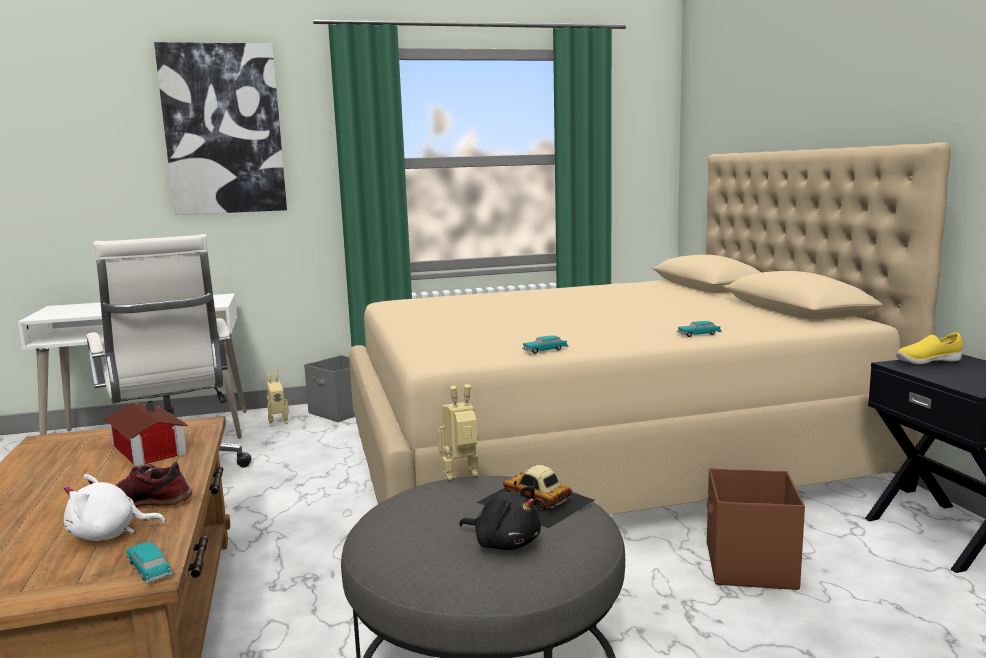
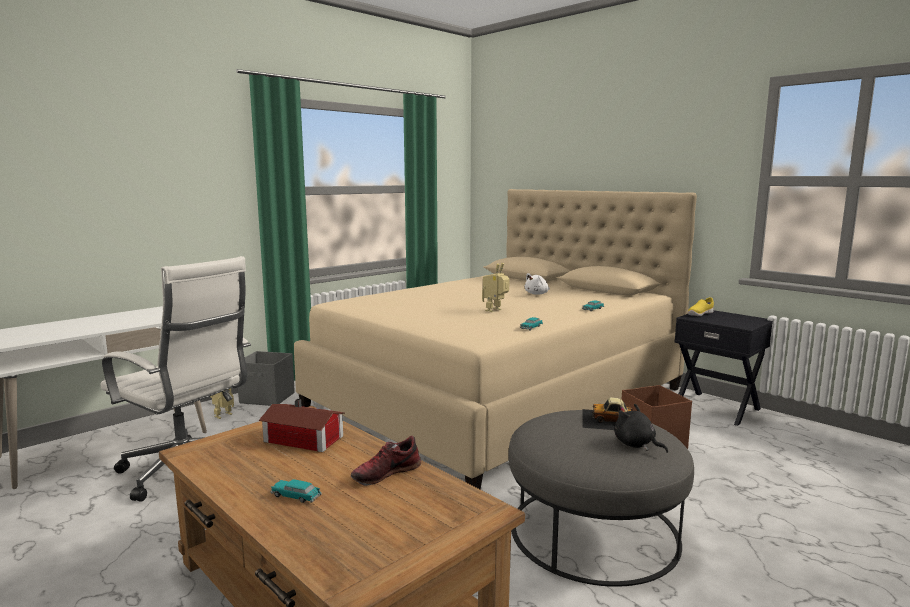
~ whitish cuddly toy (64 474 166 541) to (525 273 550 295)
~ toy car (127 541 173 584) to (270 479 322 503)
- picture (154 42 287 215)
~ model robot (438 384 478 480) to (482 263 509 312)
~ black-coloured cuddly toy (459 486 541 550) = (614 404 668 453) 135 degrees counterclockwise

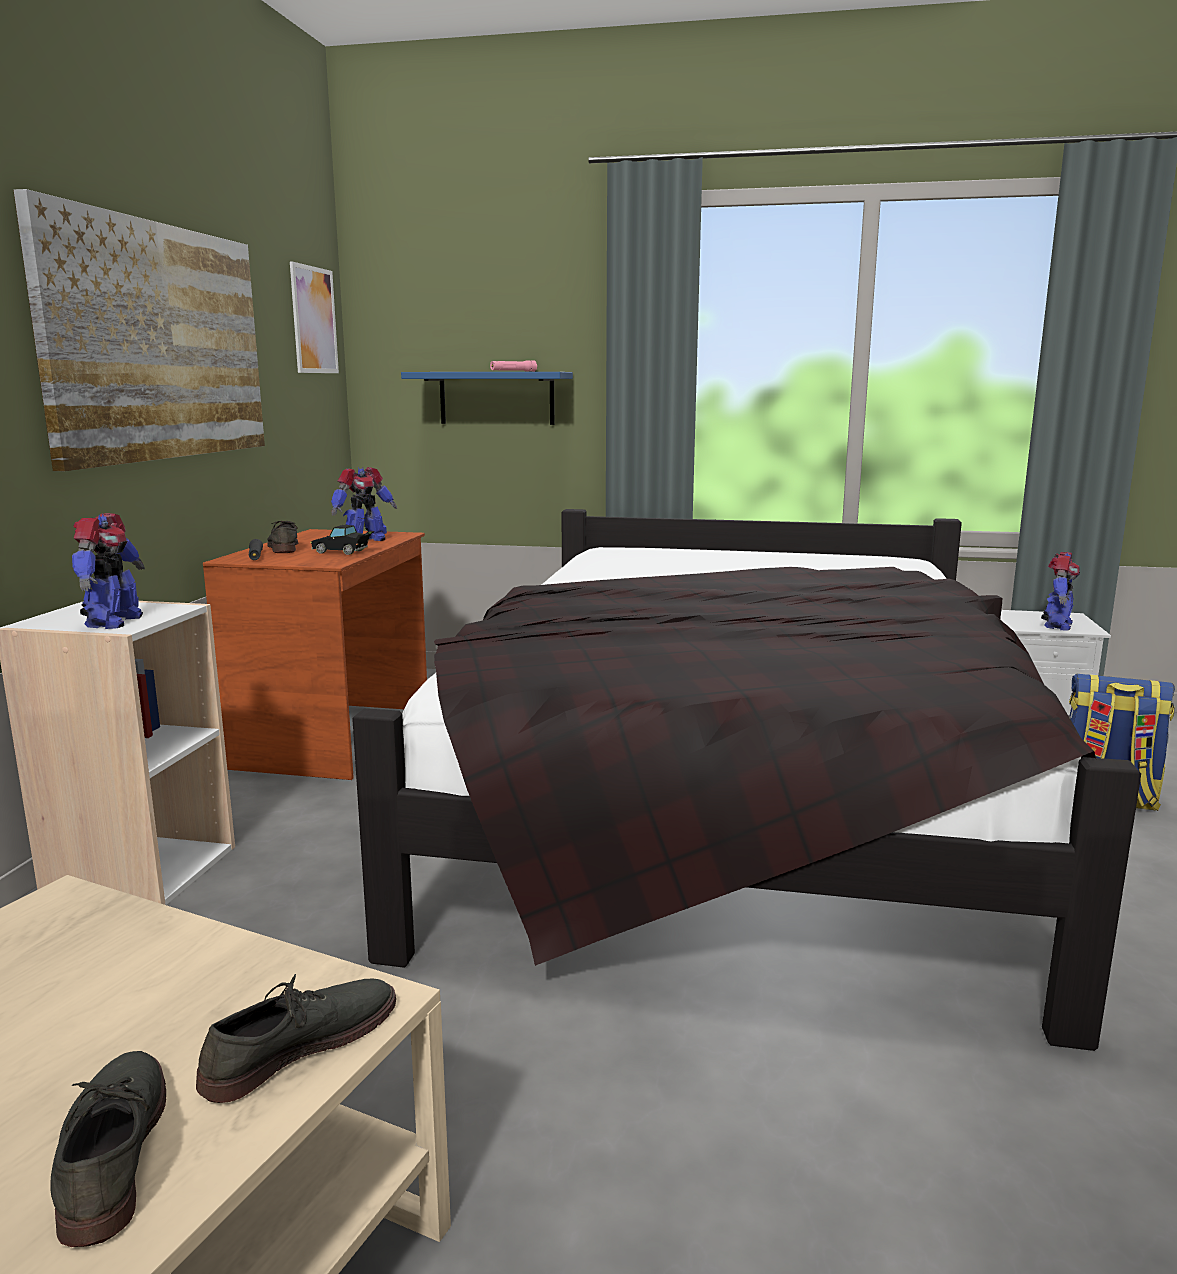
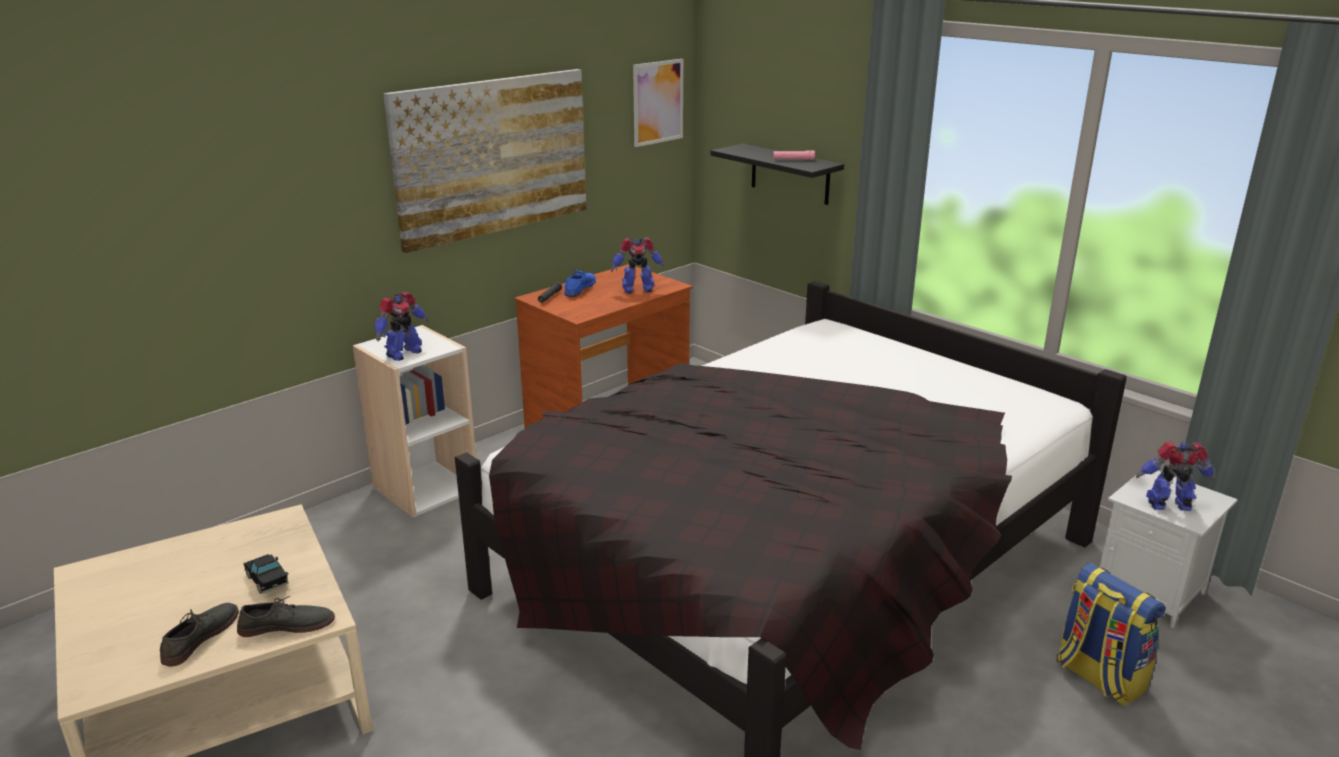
~ greyish shoe (267 521 298 553) to blue shoe (564 270 596 297)
~ black-coloured toy car (310 525 375 555) to (243 554 288 594)
~ blue shelf (401 372 573 425) to black-coloured shelf (710 144 844 205)
~ model robot (1041 552 1080 631) = (1136 441 1214 511) 150 degrees counterclockwise

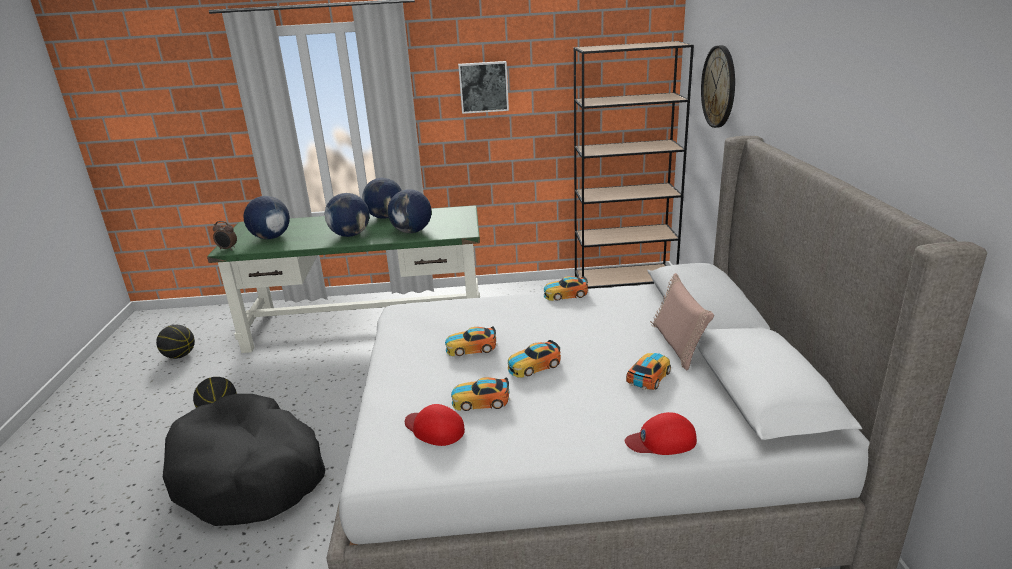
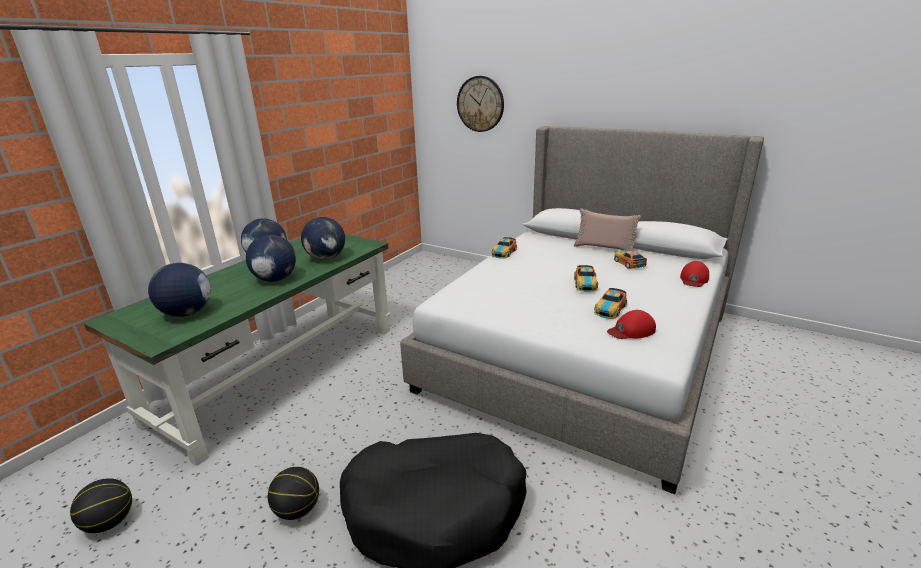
- table clock (213 221 237 250)
- toy car (445 326 498 356)
- picture (458 61 509 114)
- beige-coloured shelving unit (574 41 694 289)

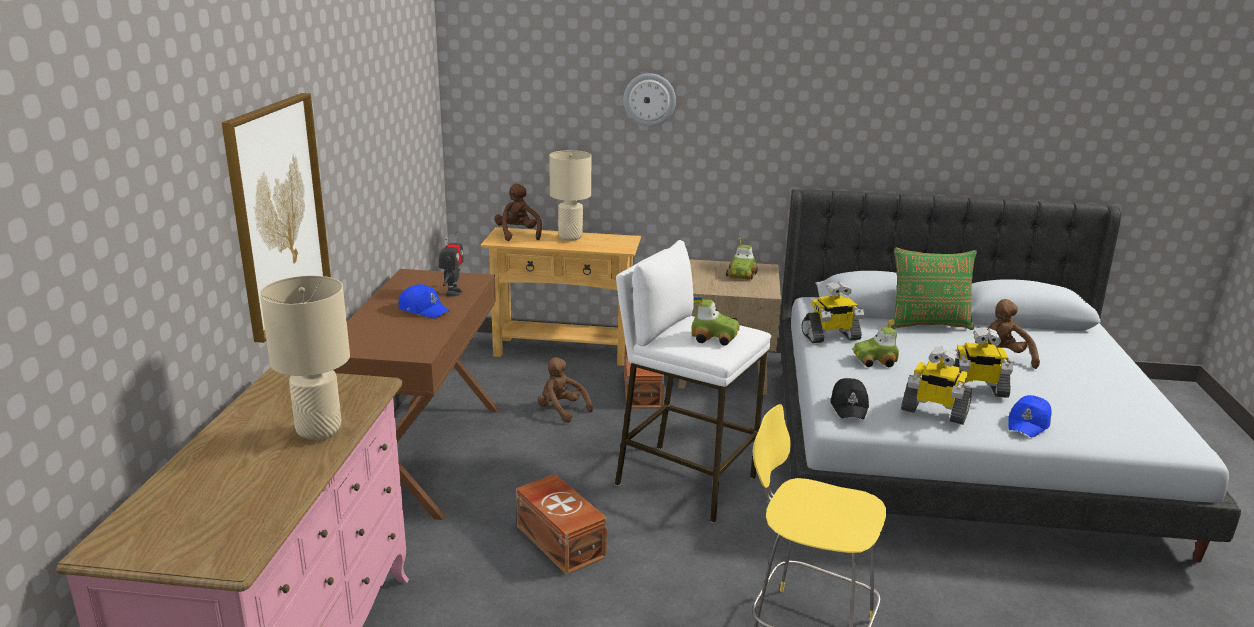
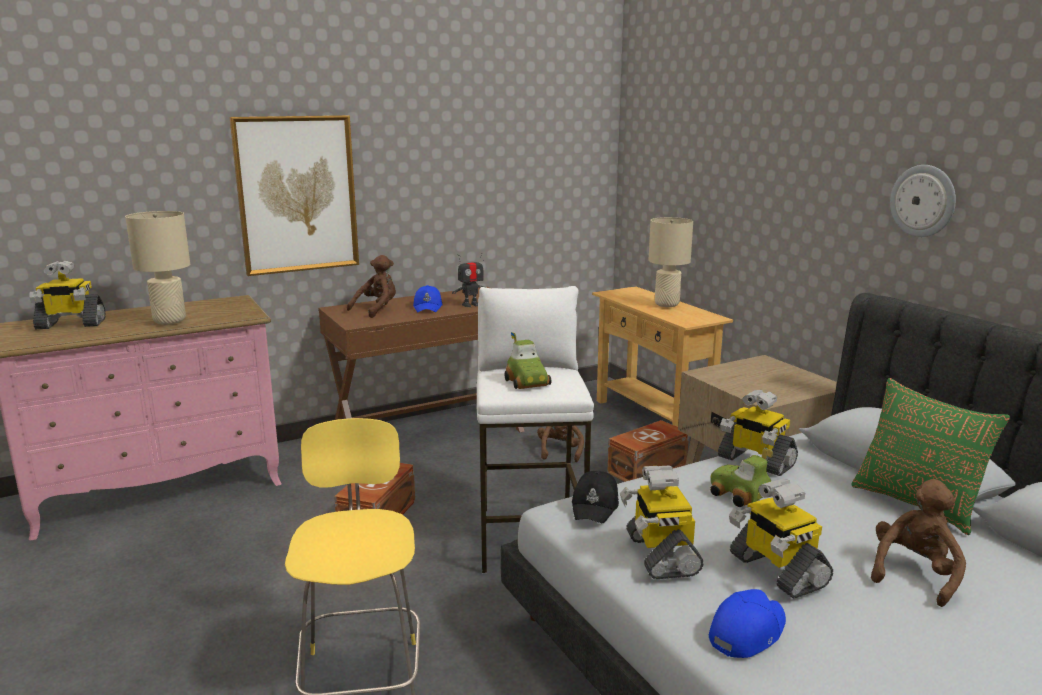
~ brown-coloured cuddly toy (494 184 542 241) to (347 255 396 318)
~ hanging clock (624 73 676 126) to (890 165 956 237)
- toy car (726 237 758 280)
~ black-coloured cap (831 378 869 420) = (572 471 619 523) 45 degrees counterclockwise
~ blue cap (1008 395 1052 437) = (709 589 786 658) 135 degrees clockwise
+ model robot (29 261 106 329)

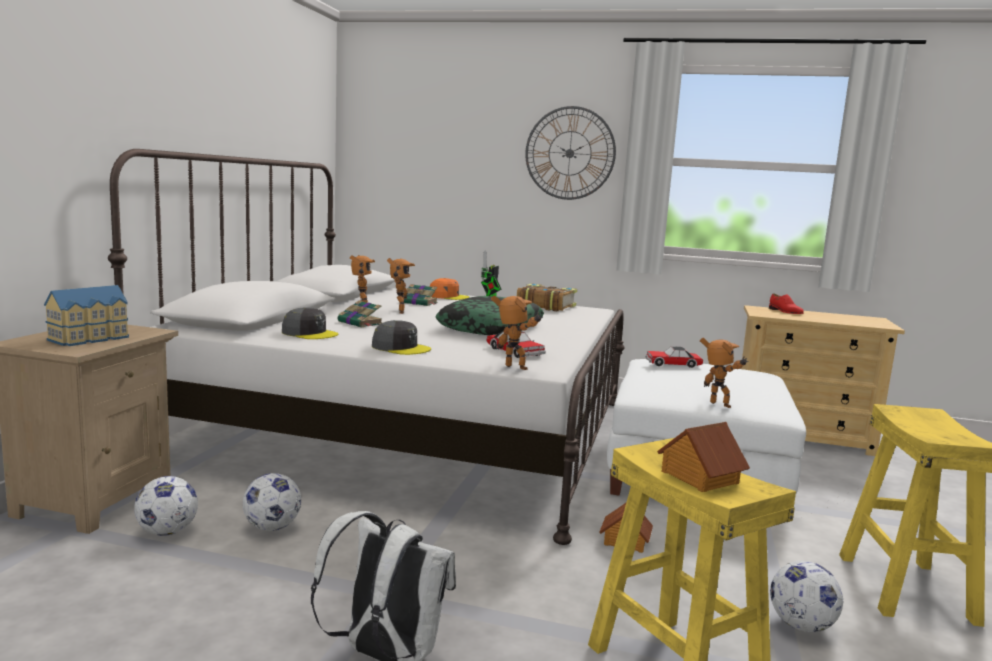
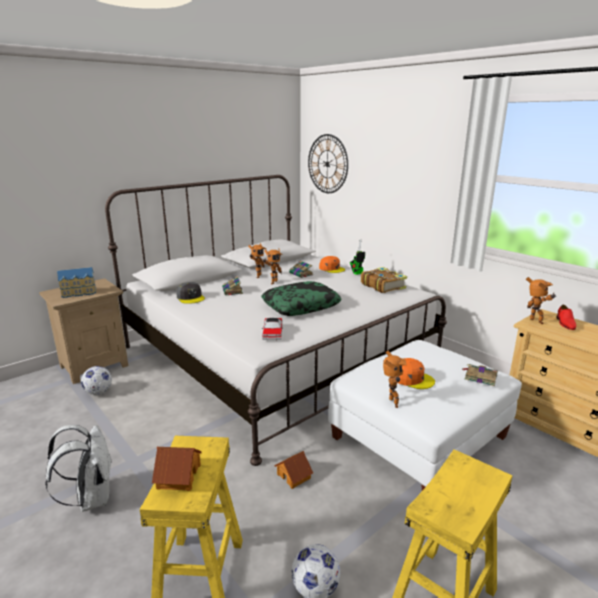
- ball for football (243 473 301 531)
- greyish cap (372 320 431 355)
~ model robot (491 295 543 370) to (526 277 556 324)
~ hanging clock (525 106 616 200) to (308 134 348 193)
- toy car (645 346 703 368)
+ orangey cap (399 358 435 389)
+ volume (462 364 498 386)

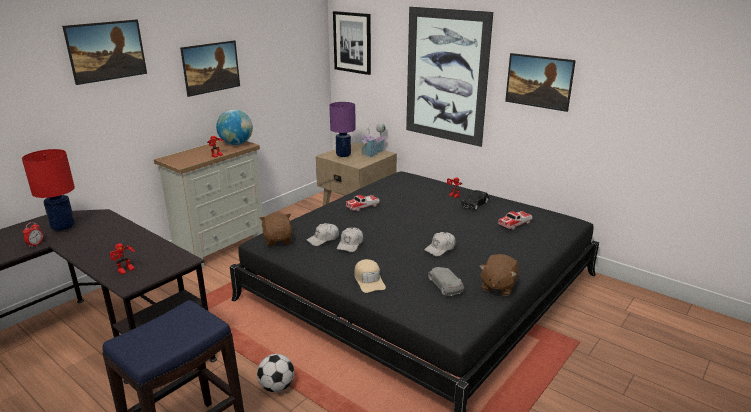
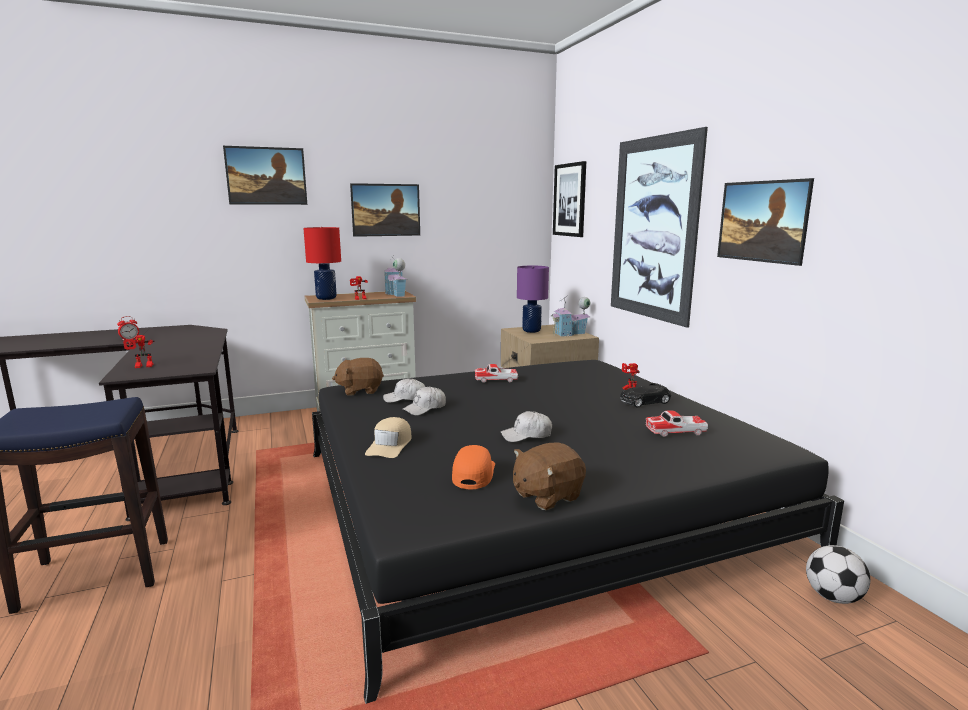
~ reddish table lamp (22 149 75 231) to (303 227 341 300)
~ desk globe (216 109 253 145) to toy house (384 254 407 297)
~ ball for football (257 354 294 392) to (806 545 870 604)
~ brown-coloured cuddly toy (260 213 293 246) = (332 358 384 396) 120 degrees counterclockwise
~ greyish toy car (428 267 464 296) to orangey cap (452 445 495 489)

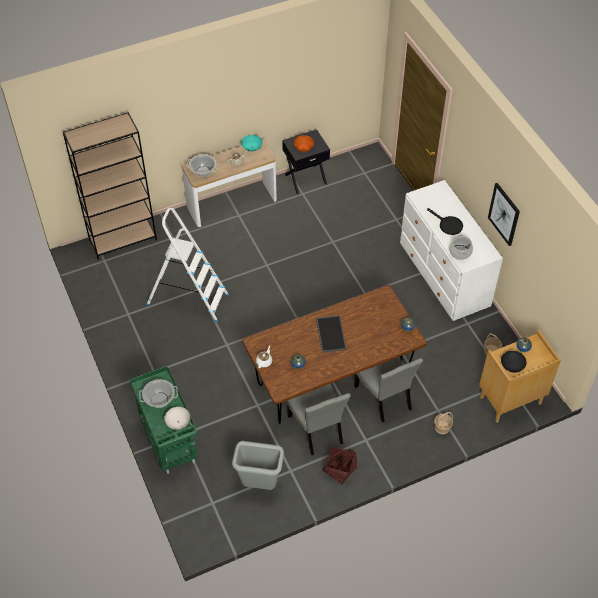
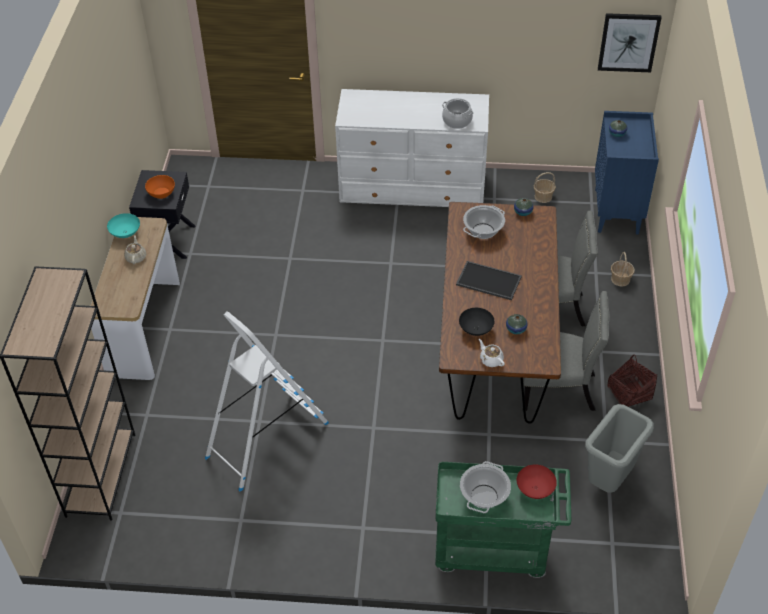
~ whitish serving bowl (164 407 191 430) to reddish serving bowl (517 464 557 499)
~ stockpot (186 154 219 177) to (463 205 505 239)
- black-coloured frying pan (427 208 463 235)
~ brown-coloured storage cabinet (479 330 561 423) to blue storage cabinet (595 111 659 234)
~ picture (488 183 520 246) to (598 13 662 72)
~ black-coloured serving bowl (501 351 527 372) to (459 308 495 336)

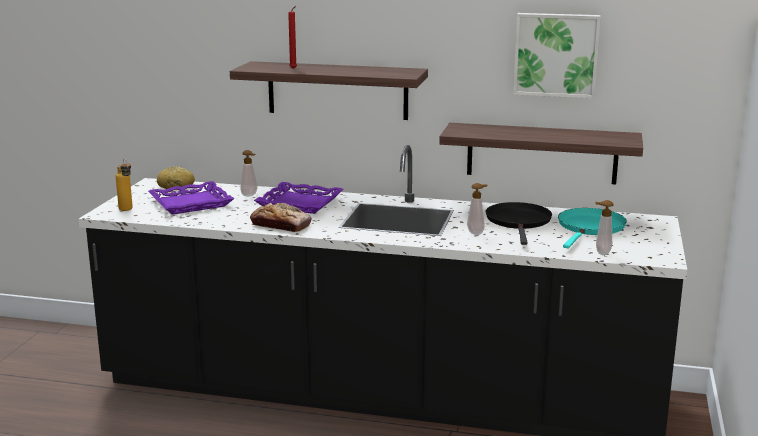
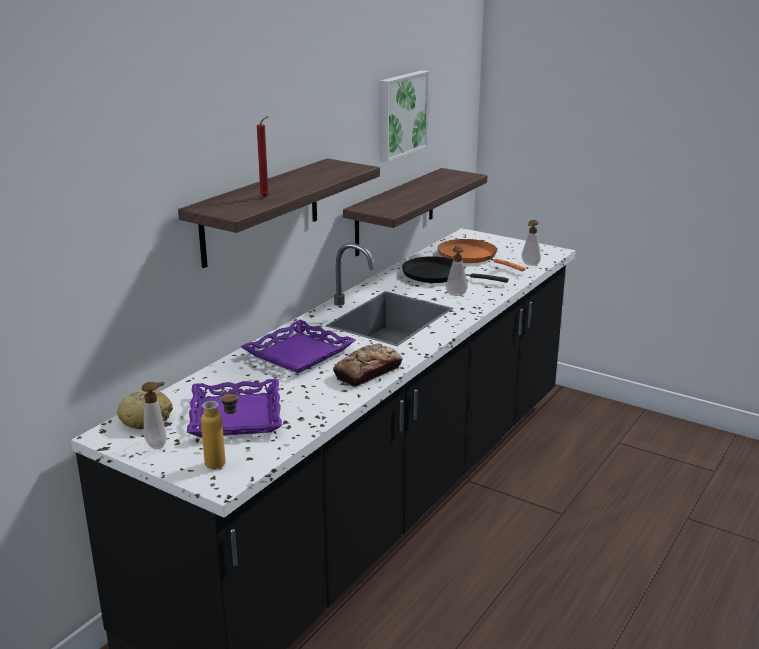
~ soap dispenser (241 150 258 197) to (142 381 166 449)
~ blue-green frying pan (558 208 627 248) to orangey frying pan (438 239 525 271)

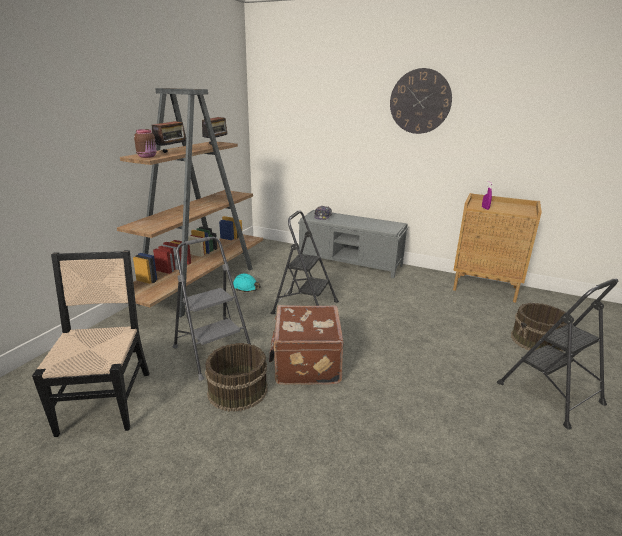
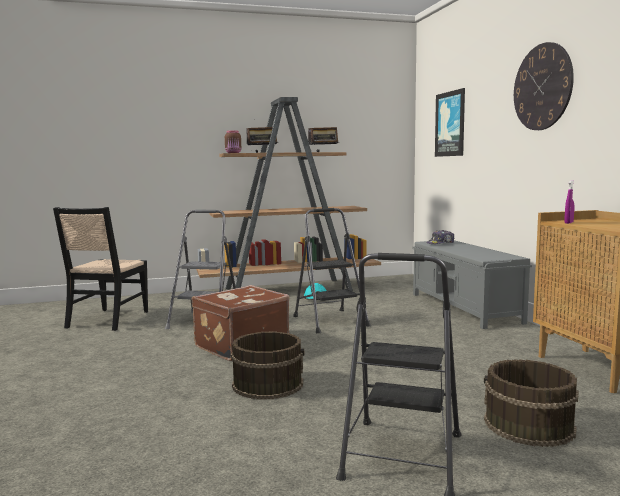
~ upright chair (32 250 150 437) = (53 207 148 331) 150 degrees clockwise
~ brown-coloured pail (205 343 268 412) to (231 332 304 400)
+ picture (435 88 465 157)

